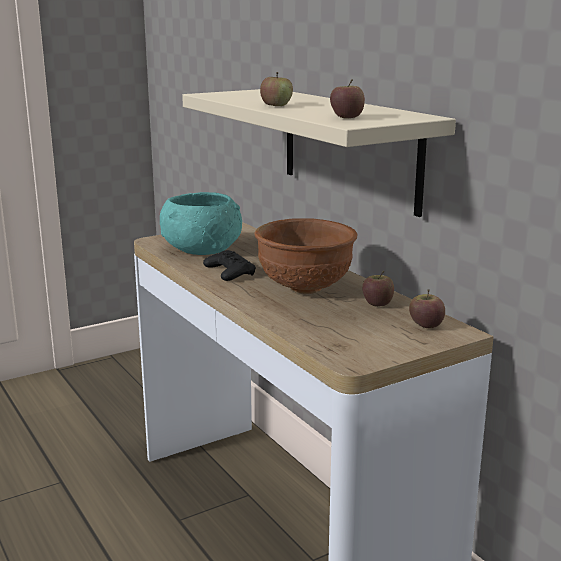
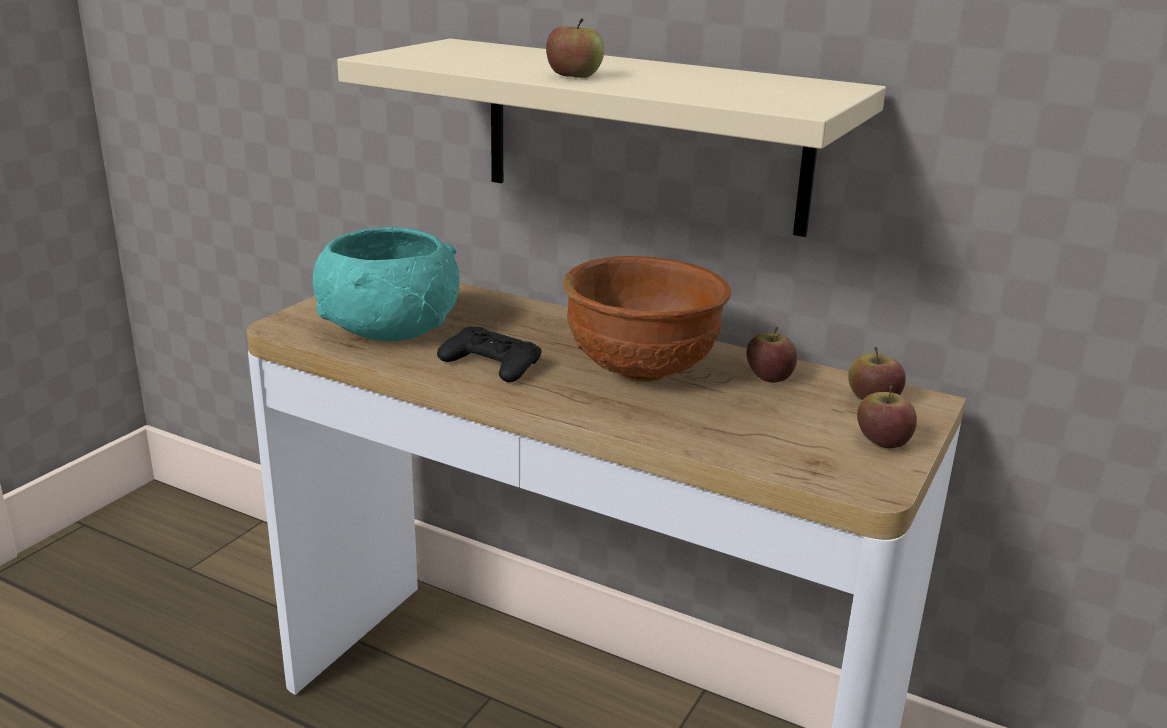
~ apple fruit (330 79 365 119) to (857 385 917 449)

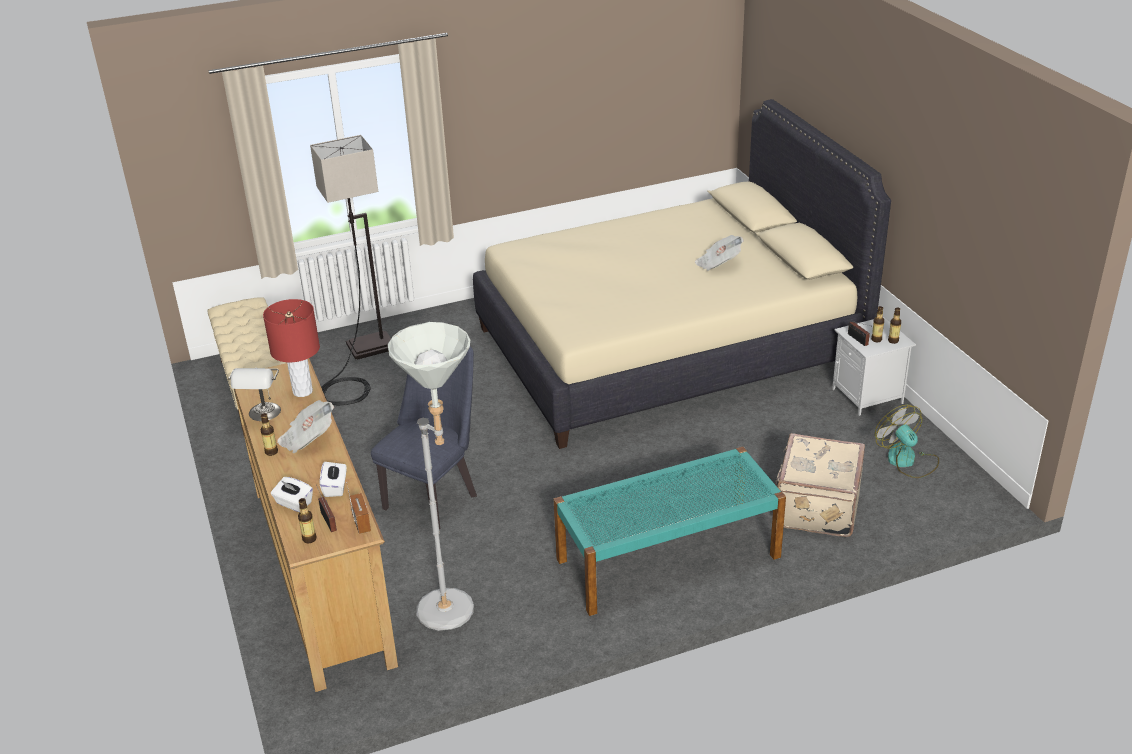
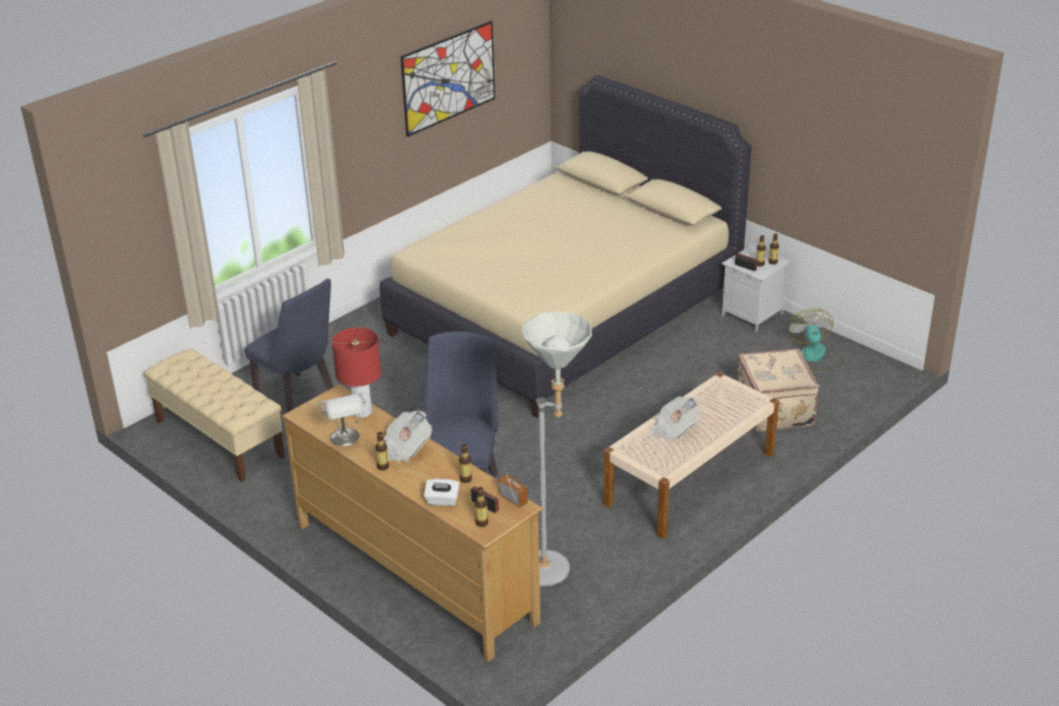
~ standing lamp (310 135 391 405) to blue upright chair (244 278 333 413)
~ whitish tissue box (320 462 347 497) to drink bottle (459 444 472 483)
~ blue-green indoor bench (554 447 786 616) to beige-coloured indoor bench (603 372 779 539)
~ daily paper (695 235 744 271) to (650 396 701 442)
~ electric fan (875 405 939 478) = (788 308 843 371) 45 degrees clockwise
+ picture (400 21 495 137)

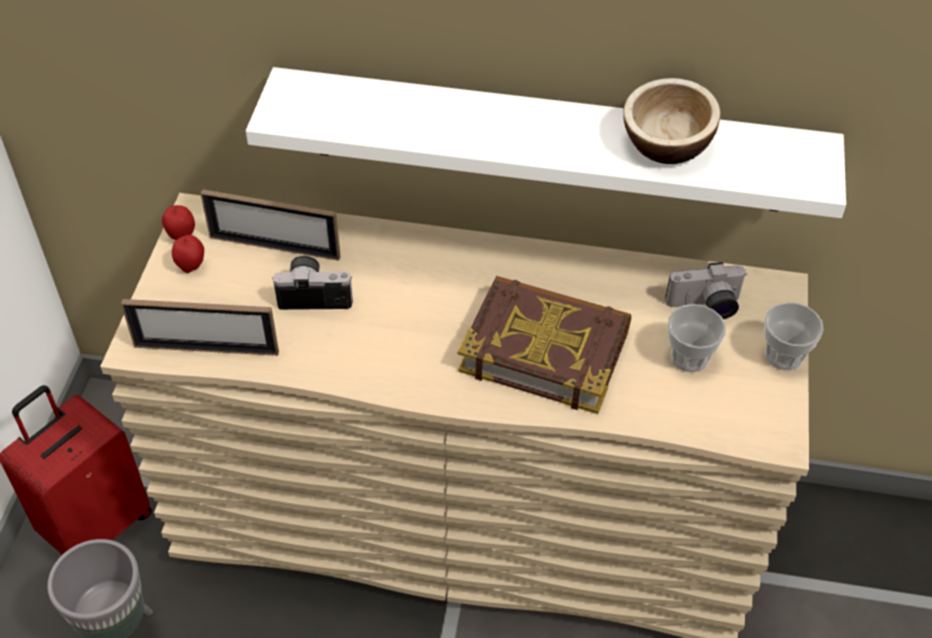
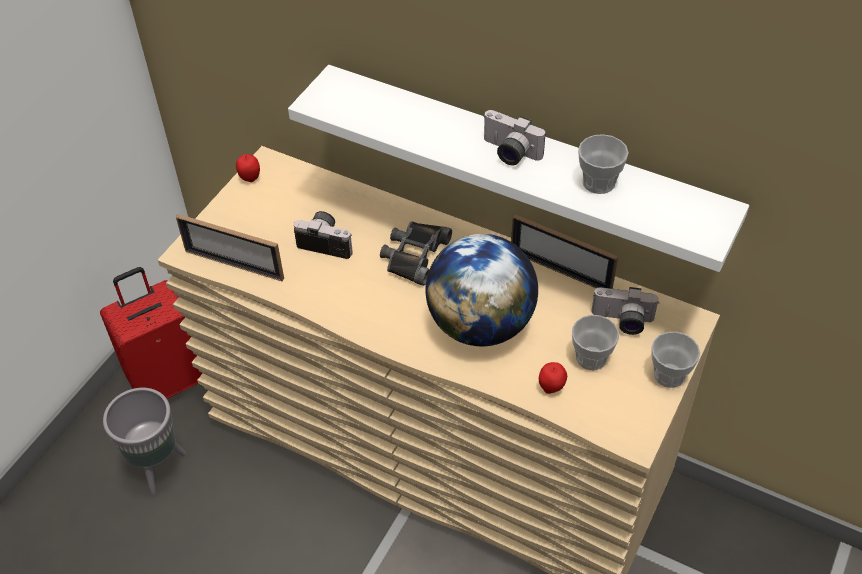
~ apple fruit (172 235 204 273) to (539 362 567 394)
~ picture frame (200 189 341 261) to (511 214 618 289)
~ volume (458 276 632 414) to desk globe (426 234 538 346)
~ serving bowl (623 78 720 164) to drinking cup (578 134 628 194)
+ black-coloured pair of binoculars (380 221 452 286)
+ still camera (483 110 546 166)

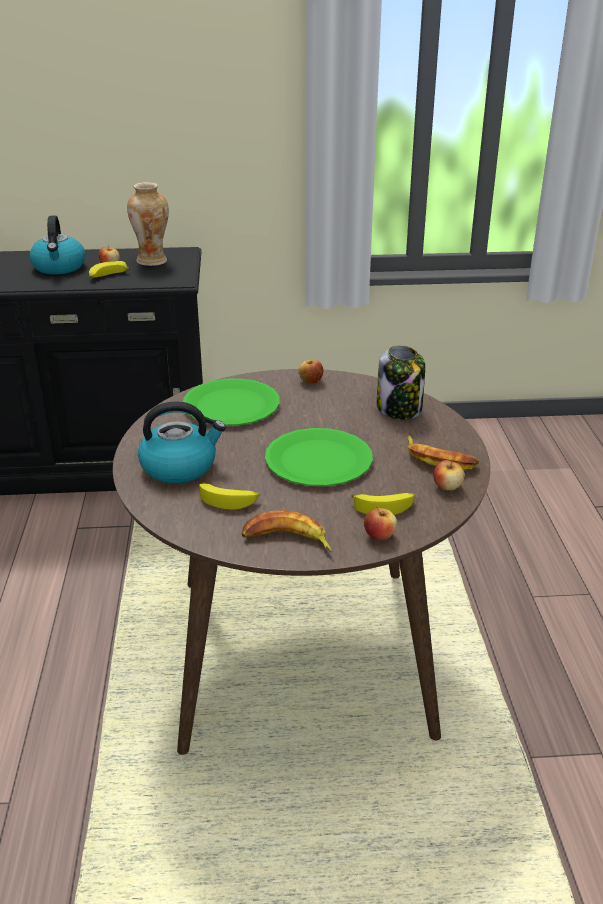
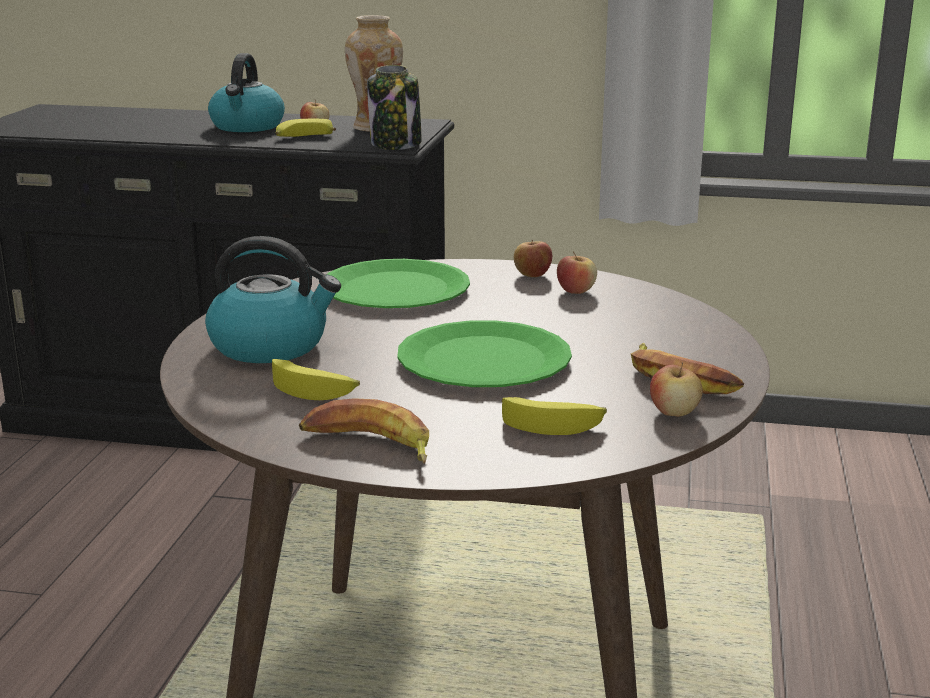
~ apple fruit (364 507 397 541) to (557 251 597 294)
~ jar (377 345 425 420) to (367 65 422 150)

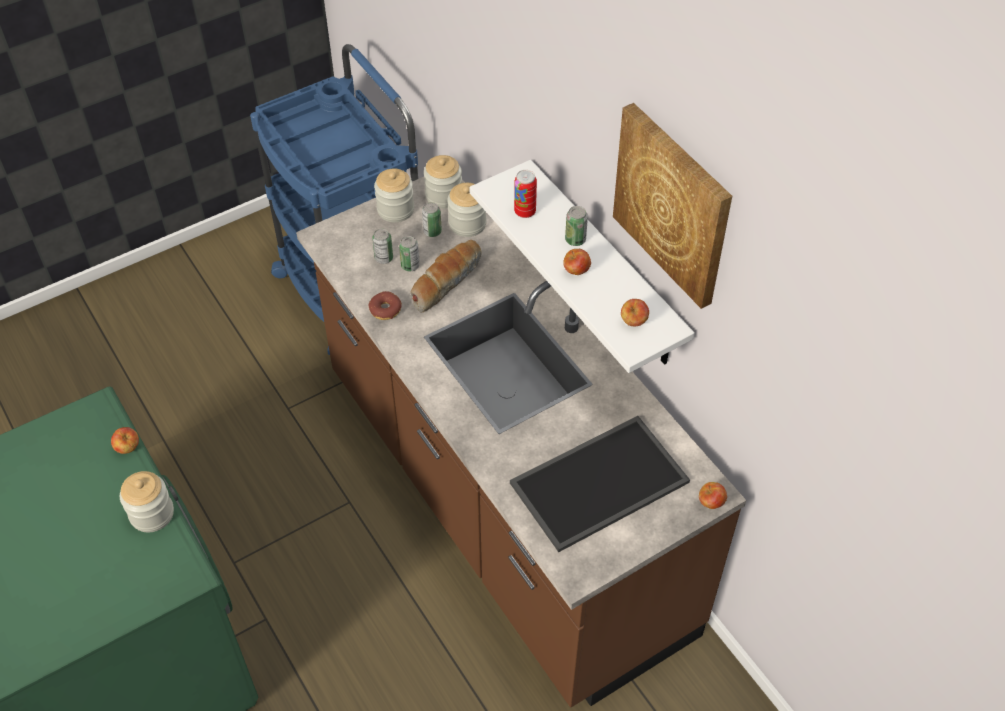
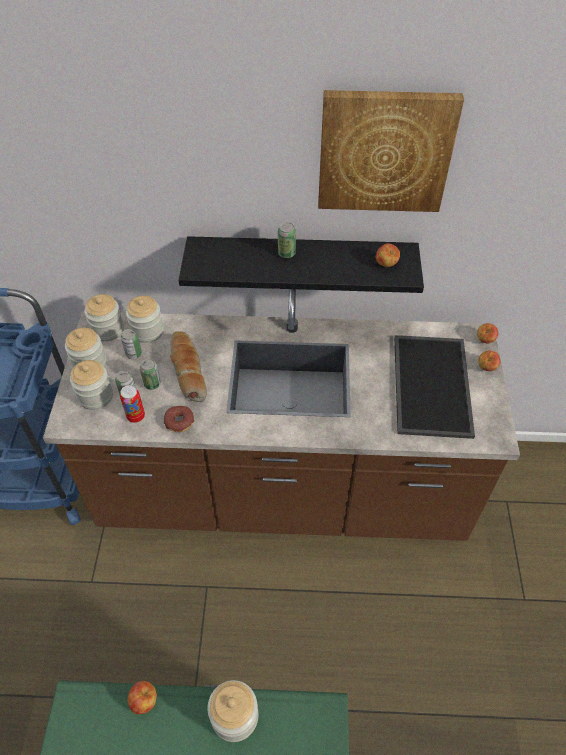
~ whitish shelf (469 160 695 373) to black-coloured shelf (179 236 424 293)
~ metal can (514 170 537 218) to (120 385 145 423)
~ apple fruit (563 249 591 275) to (478 350 500 371)
+ jar (70 360 113 410)

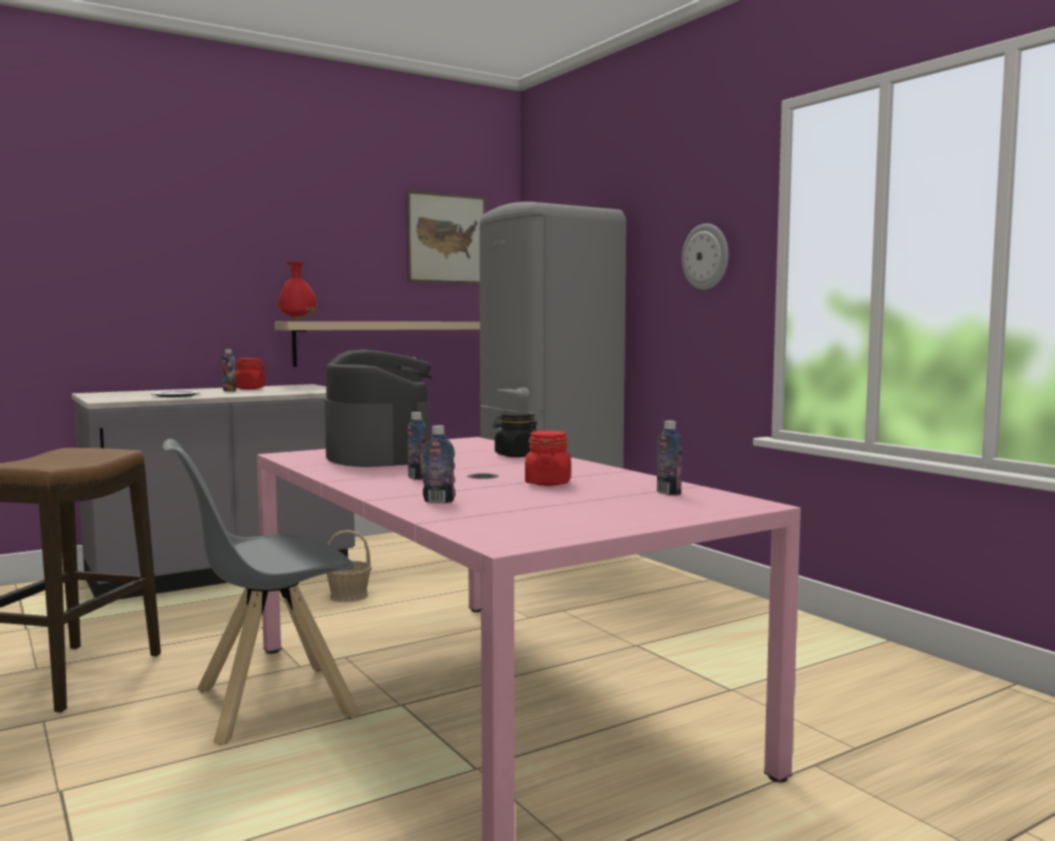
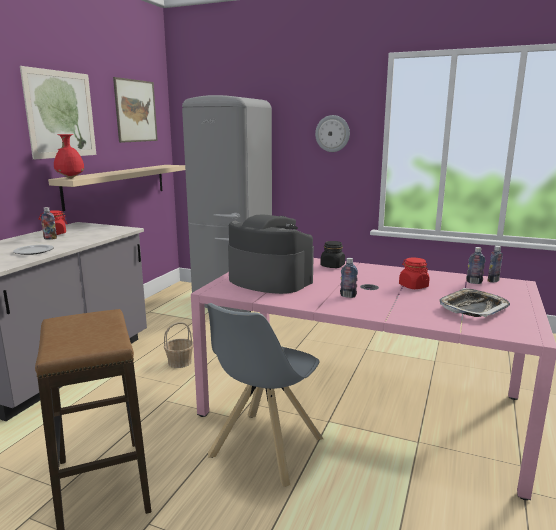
~ drink bottle (422 425 455 503) to (488 246 503 282)
+ picture (20 66 96 160)
+ carrying tray (439 288 510 318)

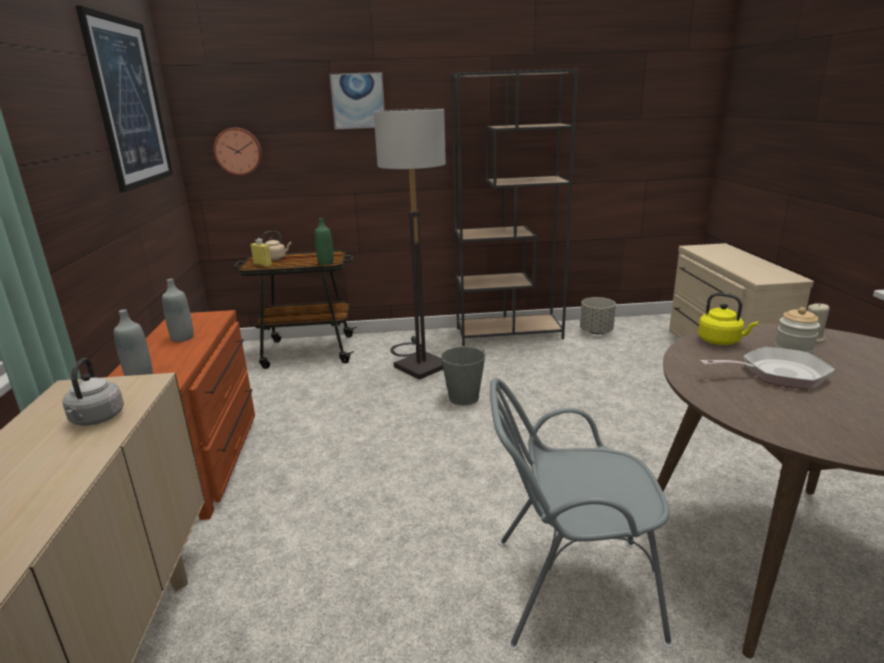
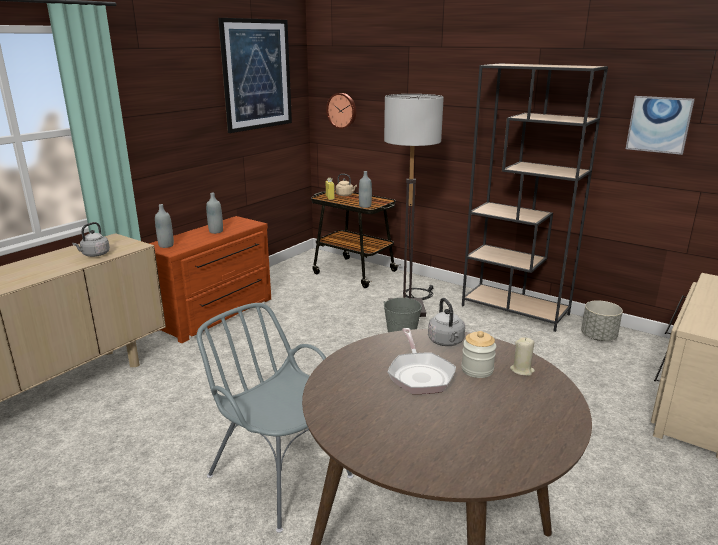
~ green drink bottle (315 218 334 265) to greyish drink bottle (359 171 372 208)
~ picture (329 72 385 130) to (626 96 695 155)
~ yellowish tea kettle (698 293 758 345) to greyish tea kettle (428 298 465 346)
~ frying pan (700 347 835 389) = (387 328 456 394) 45 degrees clockwise

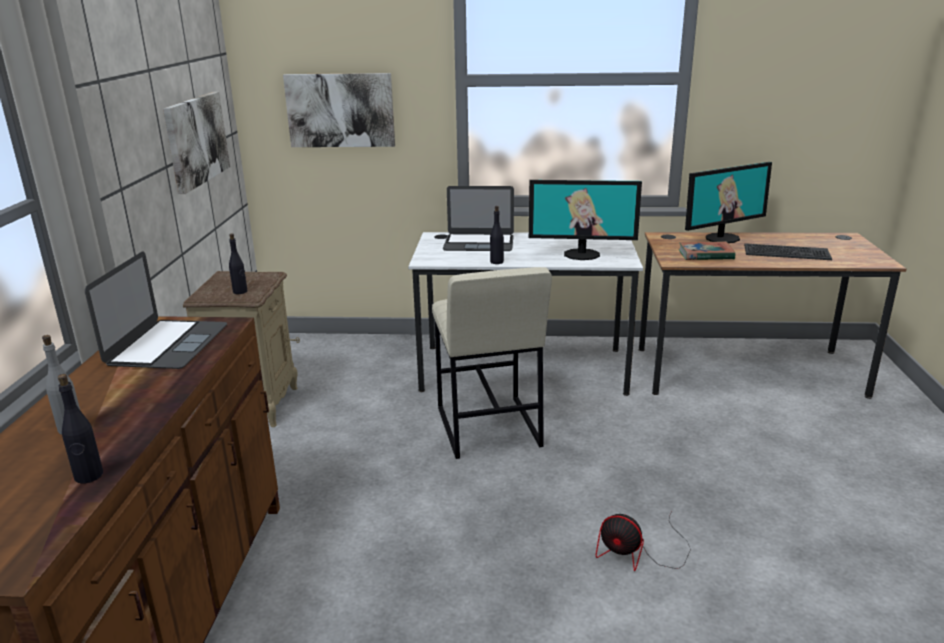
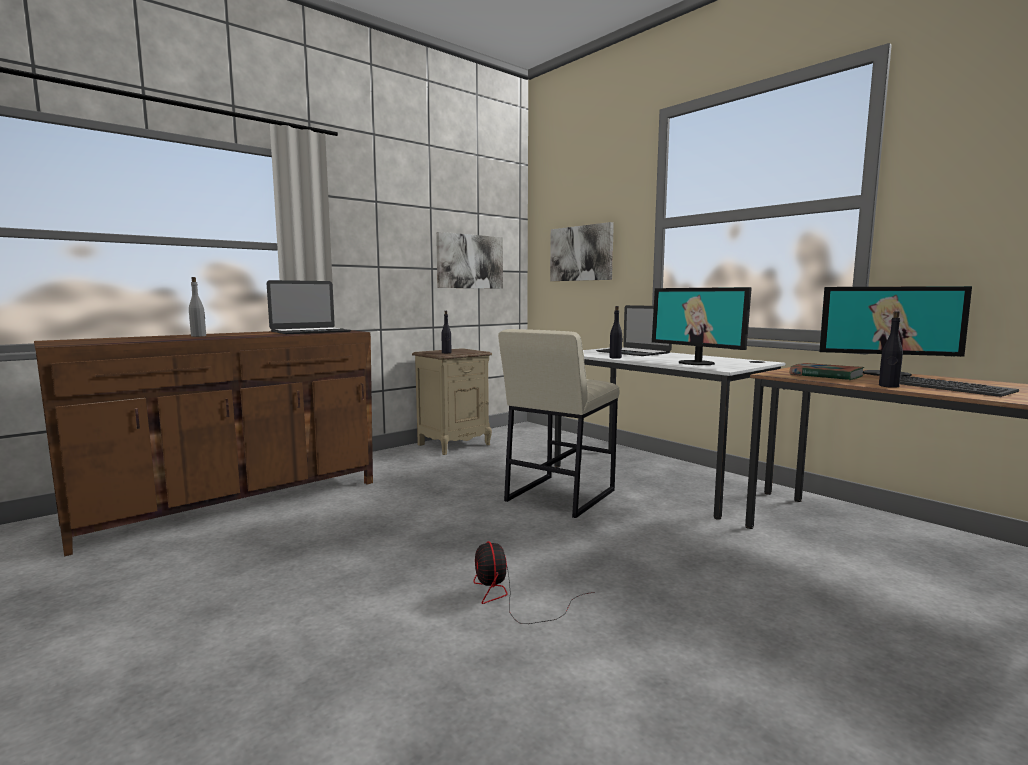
~ black-coloured drink bottle (58 374 103 483) to (879 311 903 388)

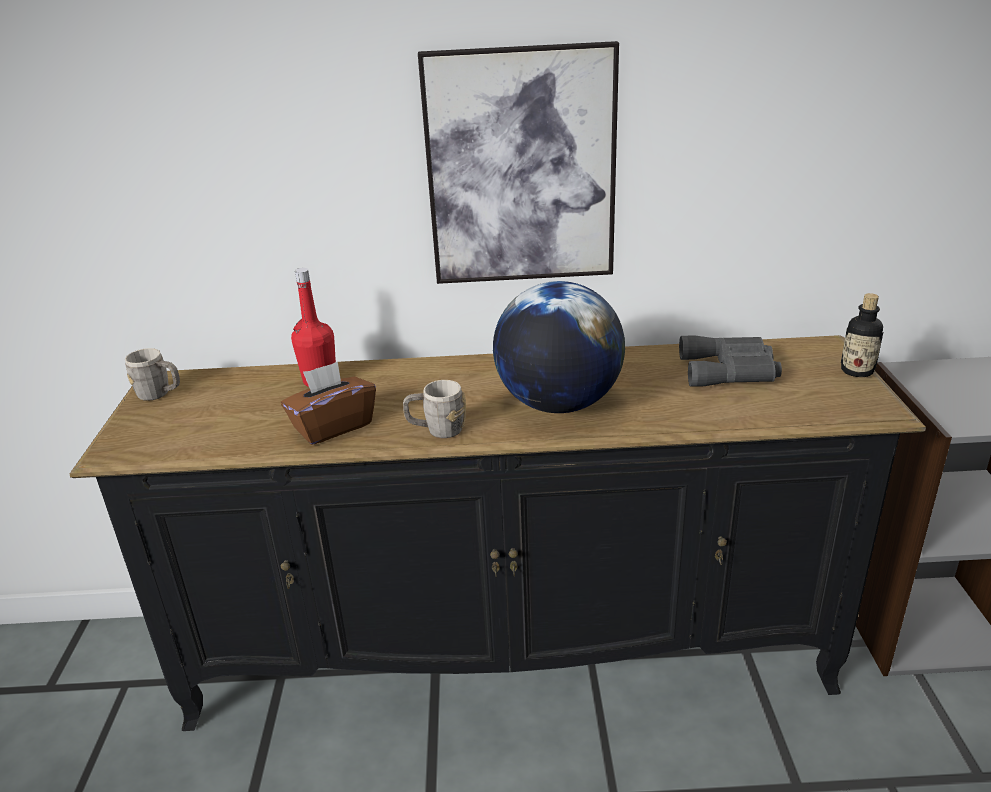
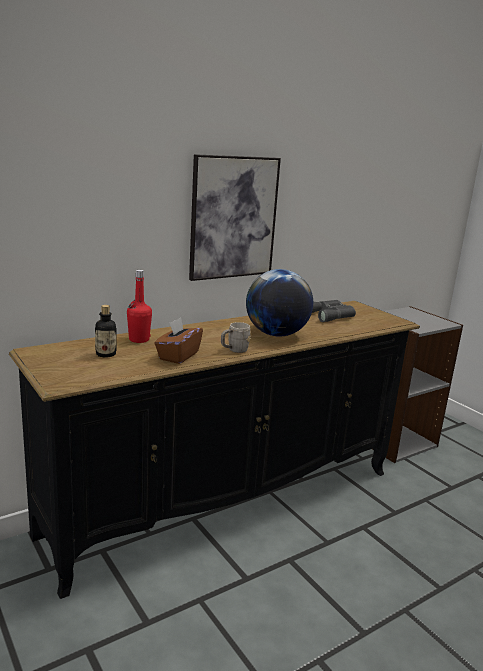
- greyish coffee mug (125 348 180 401)
~ drink bottle (841 293 883 377) to (95 305 117 357)

